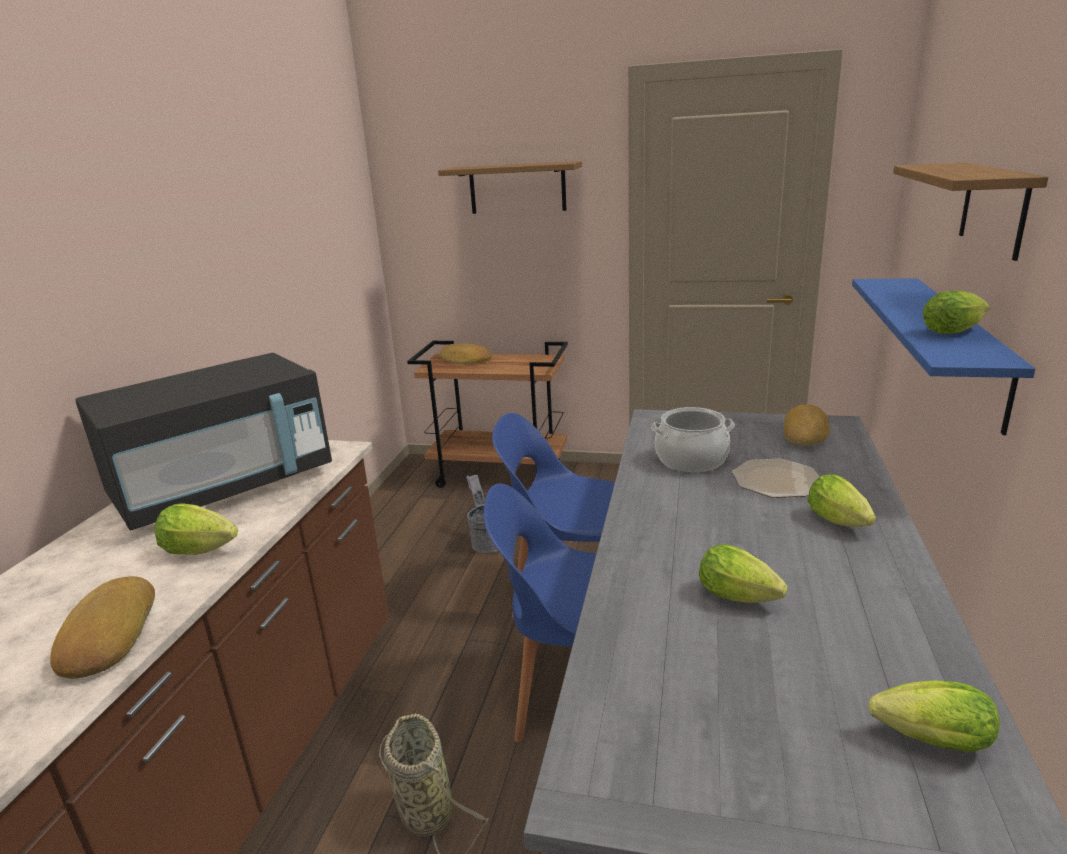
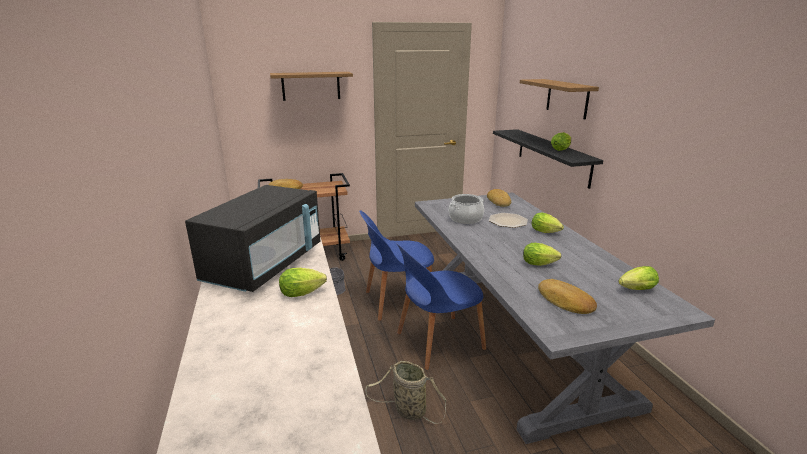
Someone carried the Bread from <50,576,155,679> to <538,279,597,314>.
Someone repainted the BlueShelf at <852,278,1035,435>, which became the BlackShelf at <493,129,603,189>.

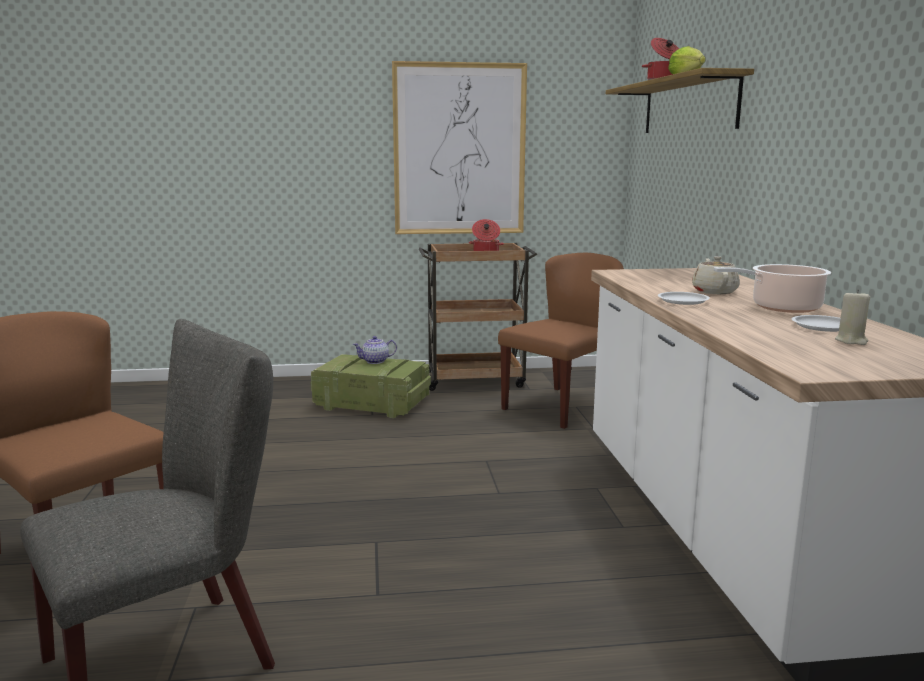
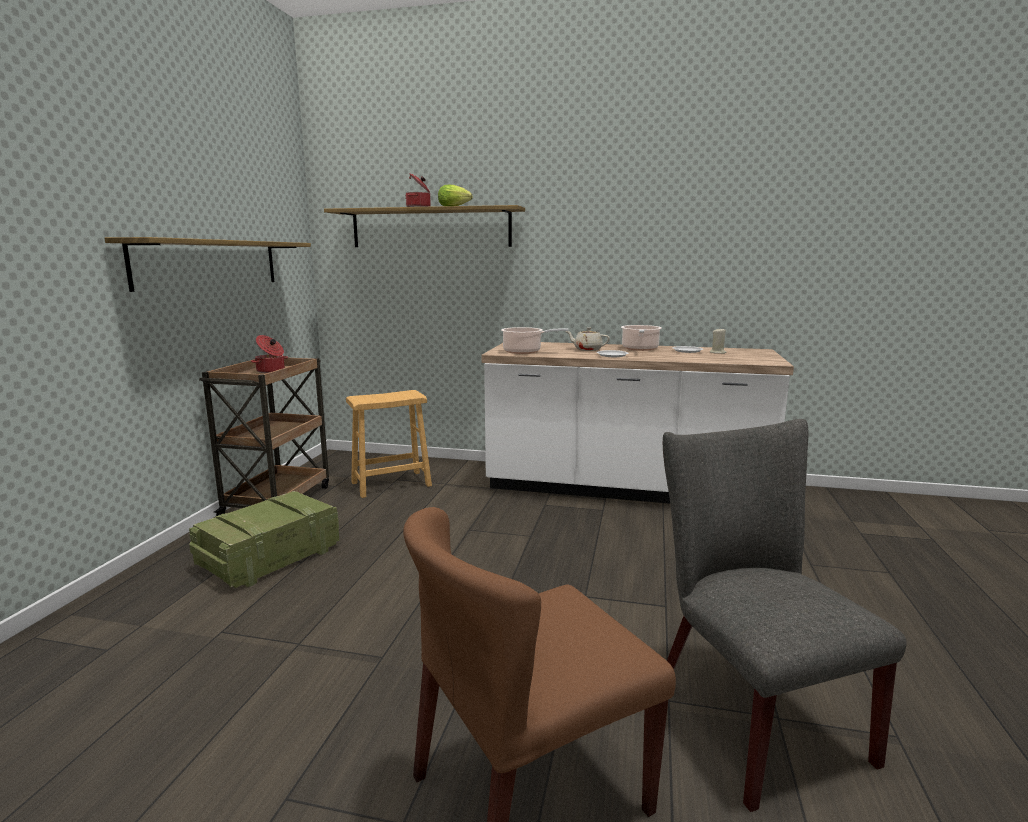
Someone took away the Teapot at <353,336,397,364>.
Someone put down the CookingPot at <501,327,569,354>.
Someone swapped the Picture at <392,61,527,234> for the Shelf at <105,237,311,292>.
Someone swapped the BrownChair at <498,253,624,429> for the BrownStool at <346,390,432,498>.

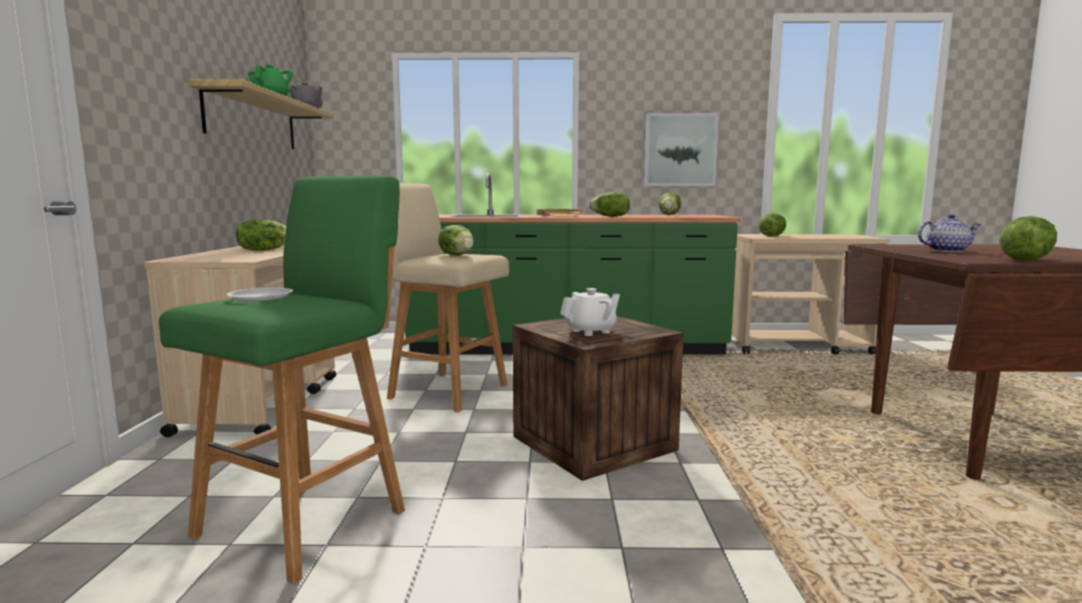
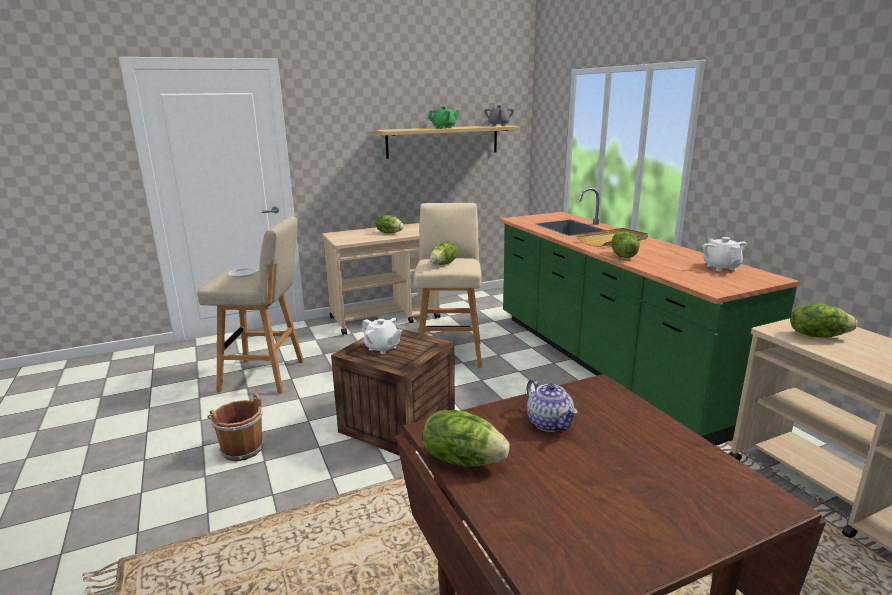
Someone took away the Picture at <644,113,719,186>.
Someone put down the BrownBucket at <207,393,263,461>.
Someone swapped the Lettuce at <659,192,681,215> for the WhiteTeapot at <702,237,747,271>.
Someone repainted the GreenStool at <159,175,405,584>, which became the BeigeStool at <197,217,304,394>.

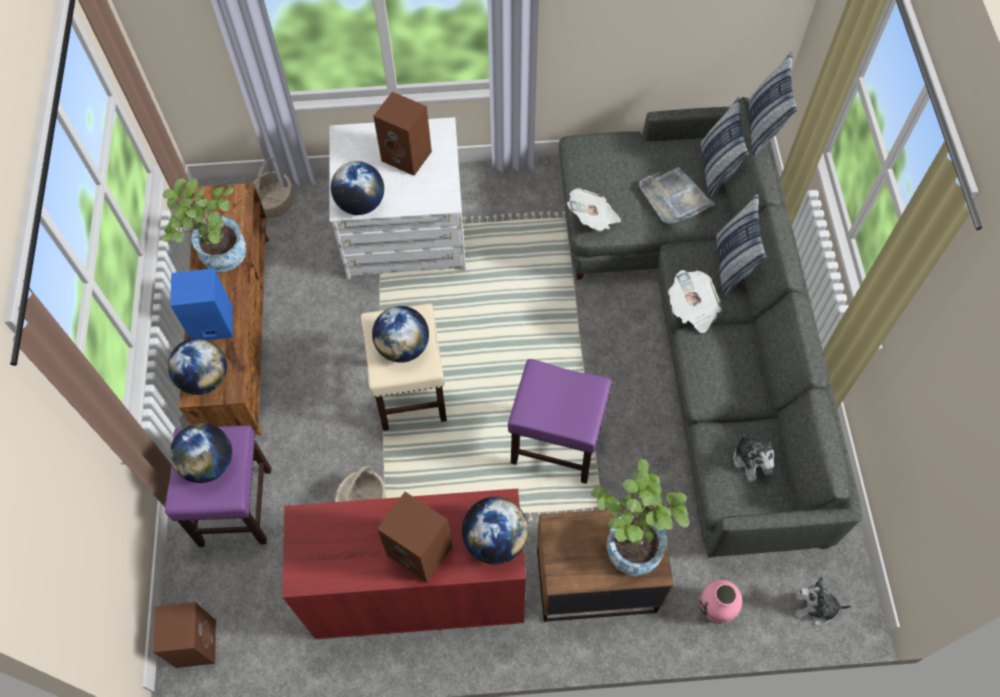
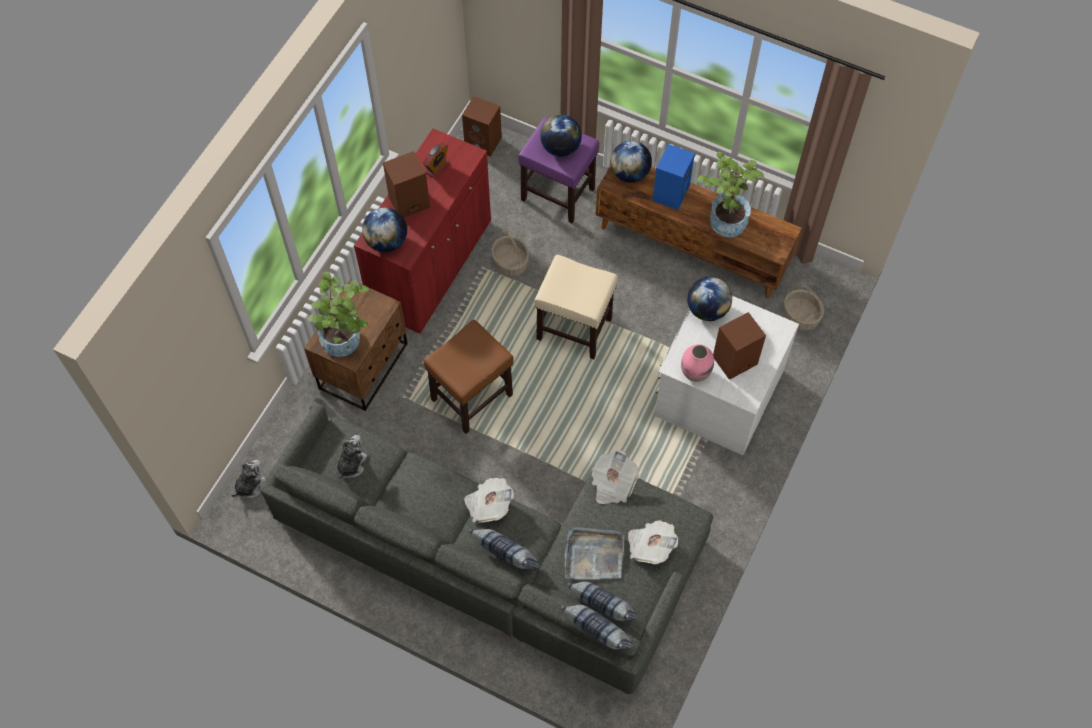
Someone took away the Globe at <372,306,429,363>.
Someone put down the AlarmClock at <423,142,449,178>.
Someone put down the Newspaper at <628,520,678,564>.
Someone carried the PinkVase from <699,580,742,624> to <681,344,714,382>.
Someone repainted the PurpleStool at <508,359,612,484>, which became the BrownStool at <423,320,513,434>.
Someone rotated the PlushToy at <733,427,774,482> by 105 degrees clockwise.

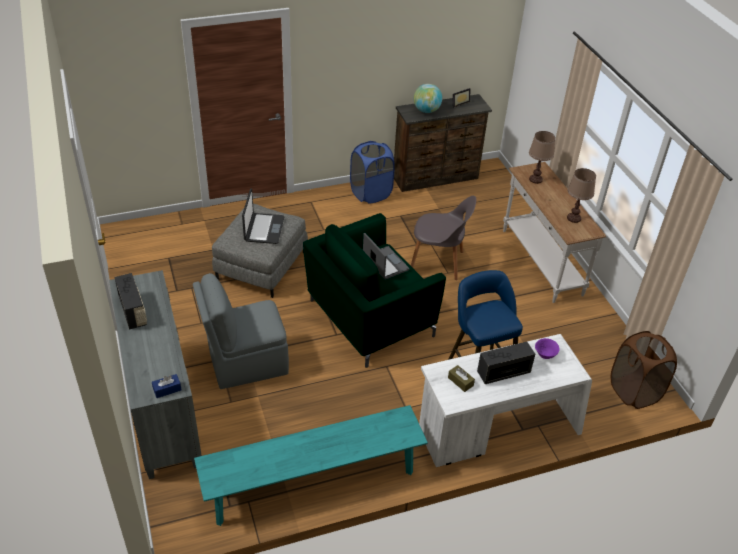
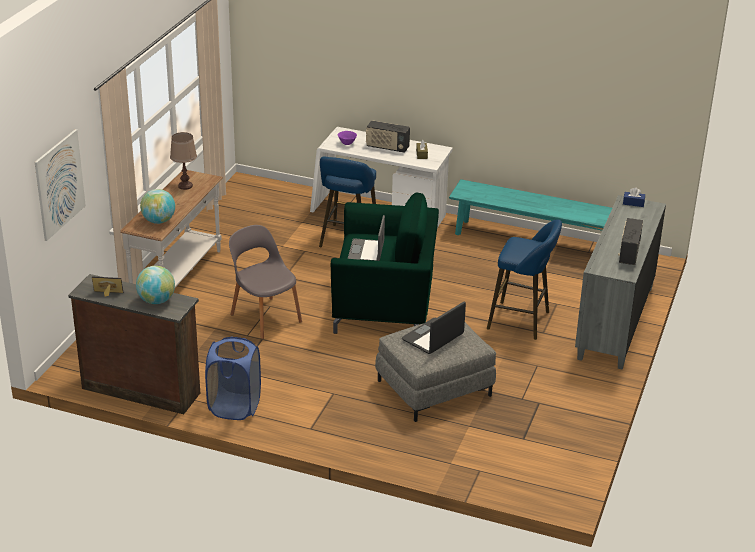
Someone took away the BrownLaundryBasket at <611,331,677,409>.
Someone put up the Picture at <35,129,86,241>.
Someone swapped the GreyChair at <193,273,289,389> for the BlueStool at <487,219,562,340>.
Someone swapped the BrownTableLamp at <529,131,555,184> for the Globe at <140,189,175,224>.

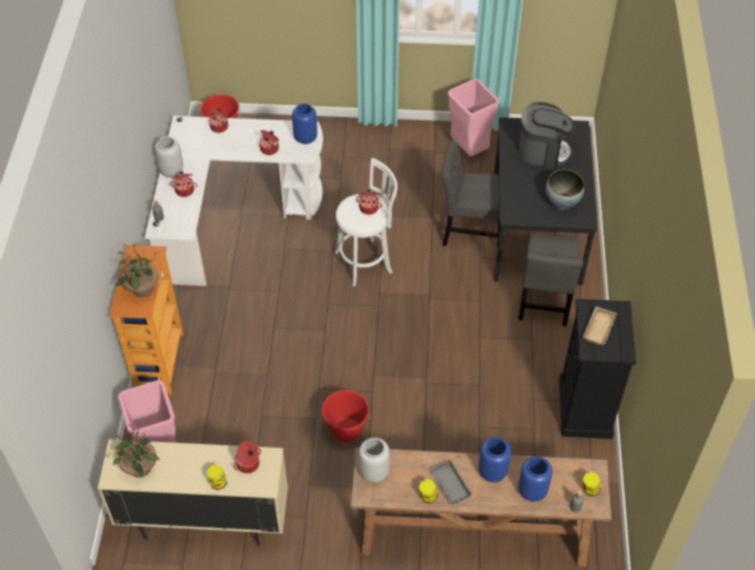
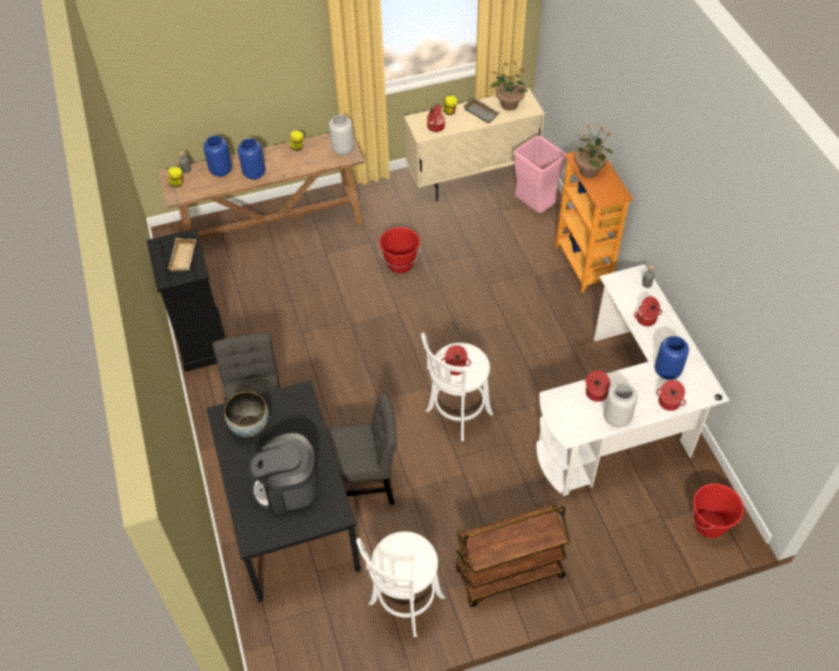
Someone put down the BrownCart at <455,505,570,607>.
Someone carried the GreyVase from <155,137,183,178> to <604,383,637,428>.
Someone carried the BlueVase from <292,104,317,144> to <655,336,689,380>.
Someone carried the GreyTray from <430,459,473,505> to <463,98,500,124>.
Someone swapped the PinkTrashCan at <448,79,500,156> for the WhiteStool at <356,531,445,637>.

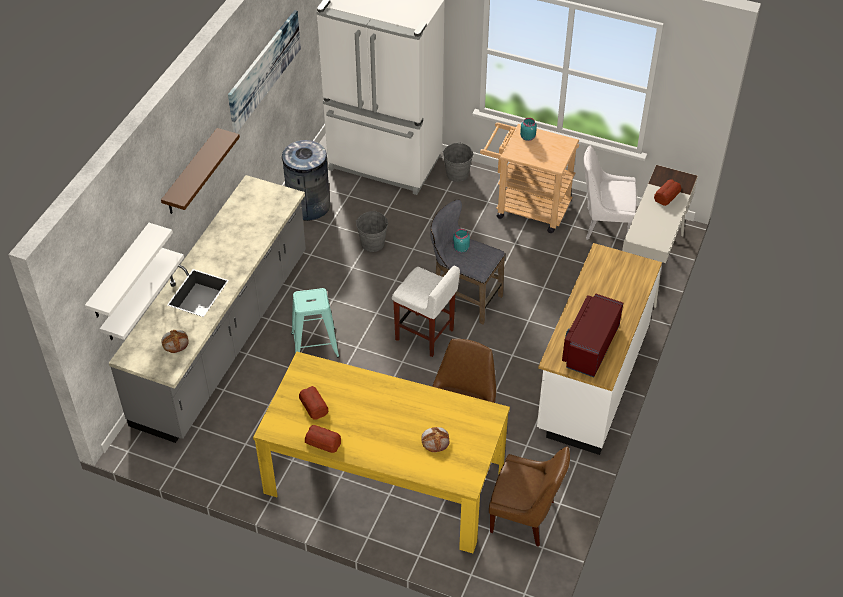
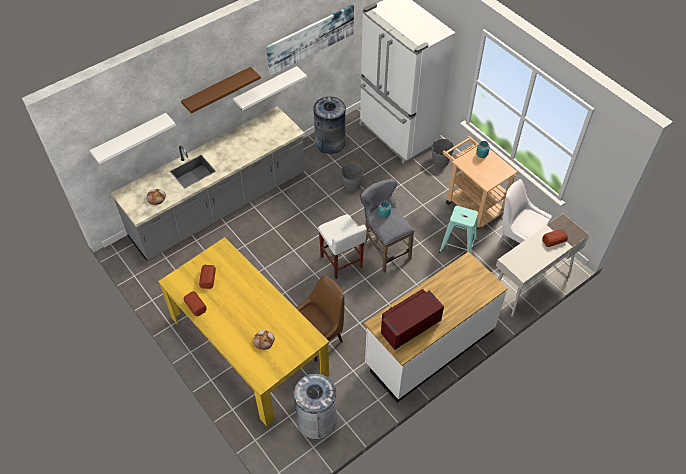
Someone carried the WhiteShelf from <100,248,184,340> to <233,66,307,110>.
Someone carried the TurquoiseStool from <291,288,339,358> to <439,206,478,253>.
Someone swapped the BrownChair at <489,447,570,547> for the GreyTrashCan at <294,373,338,439>.

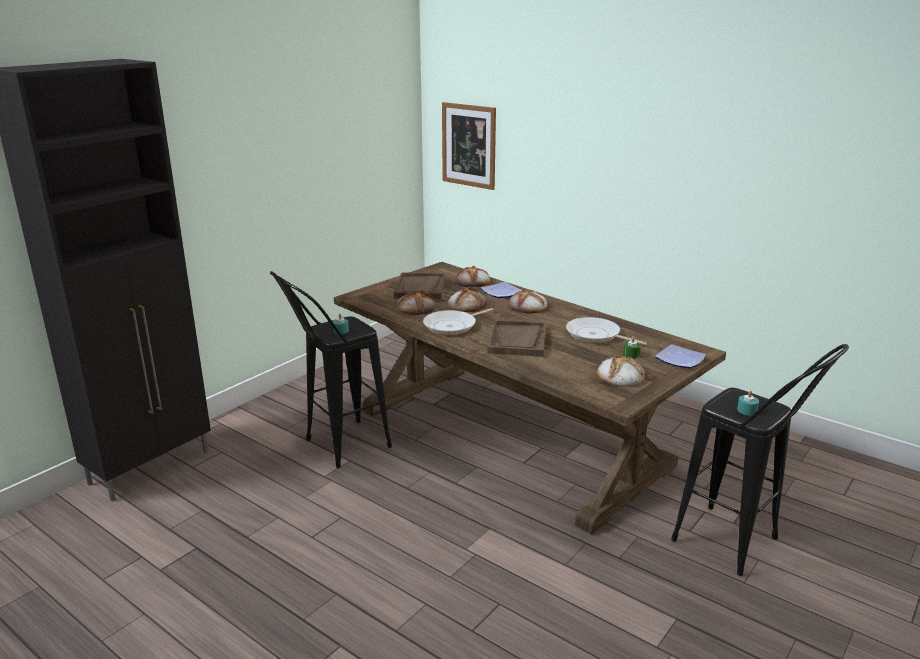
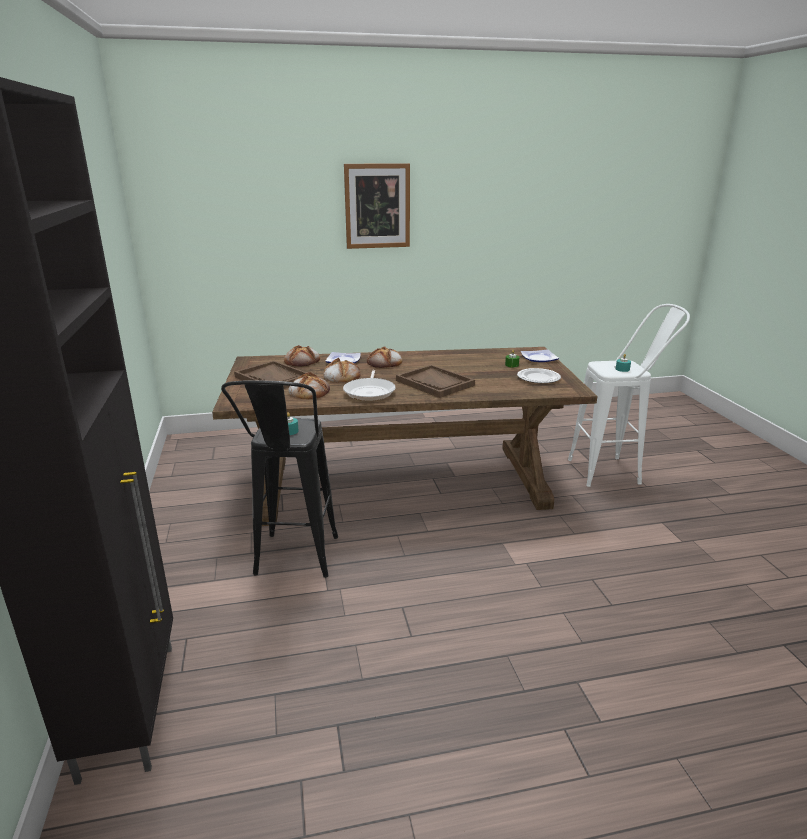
Someone took away the FryingPan at <566,317,647,345>.
Someone carried the Picture from <442,102,496,190> to <344,163,410,249>.
Someone swapped the Bread at <597,356,645,387> for the Plate at <517,368,561,383>.
Someone repainted the BlackStool at <671,344,849,576>, which became the WhiteStool at <568,304,690,487>.

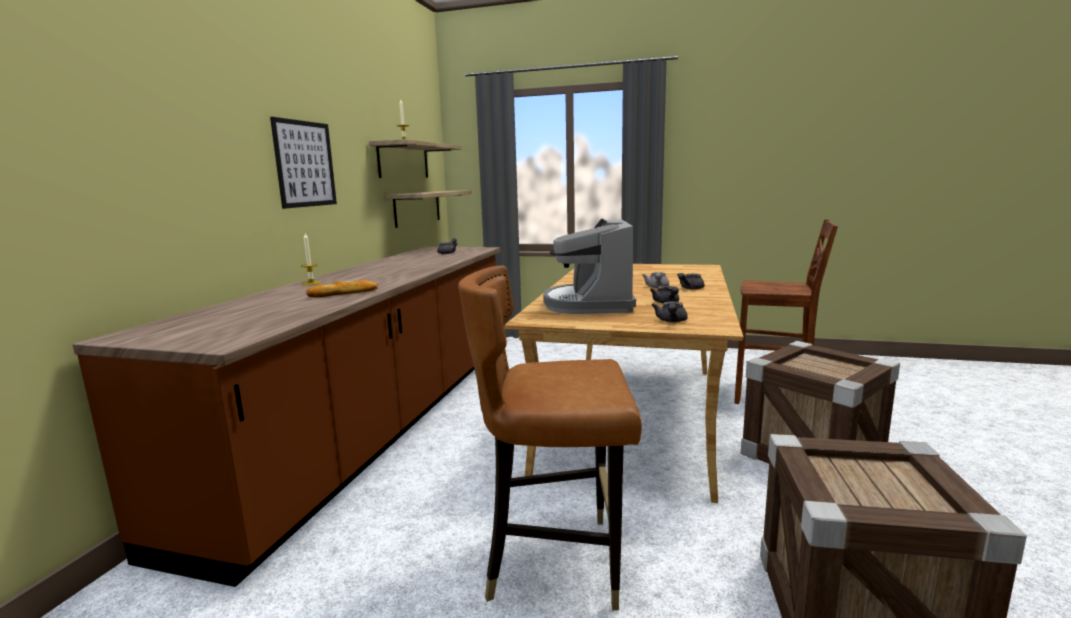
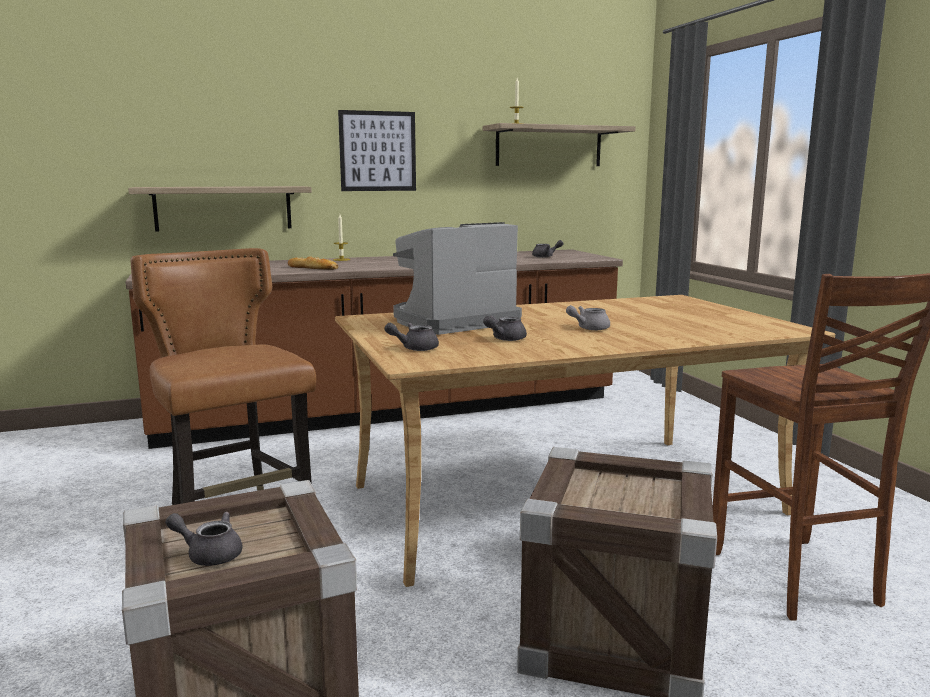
Someone carried the Shelf from <386,190,472,228> to <128,186,312,232>.
Someone carried the GreyTeapot from <677,273,705,290> to <165,512,242,566>.

